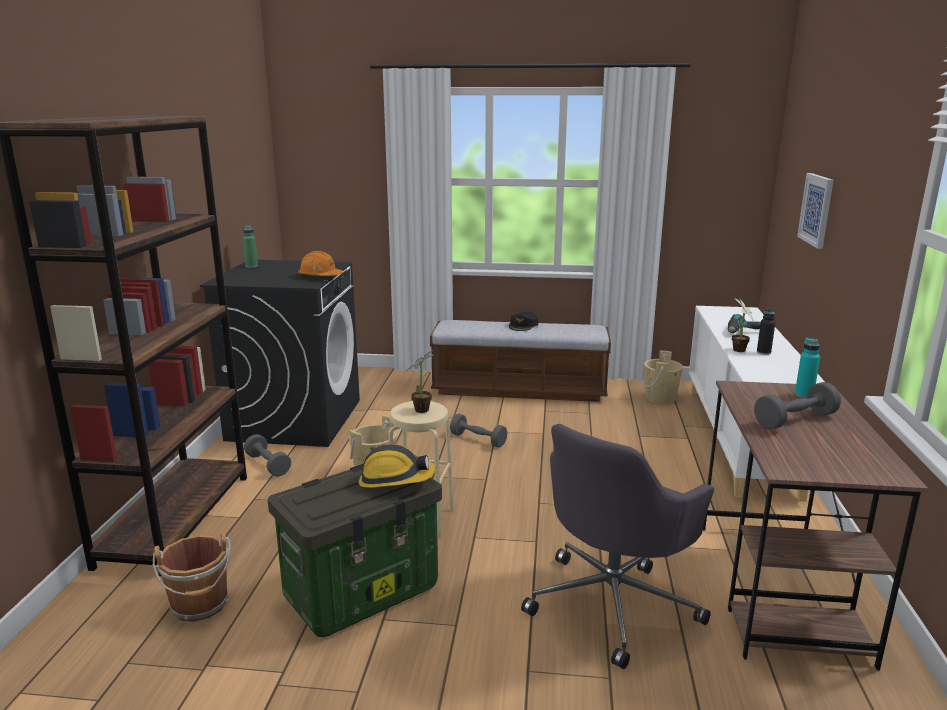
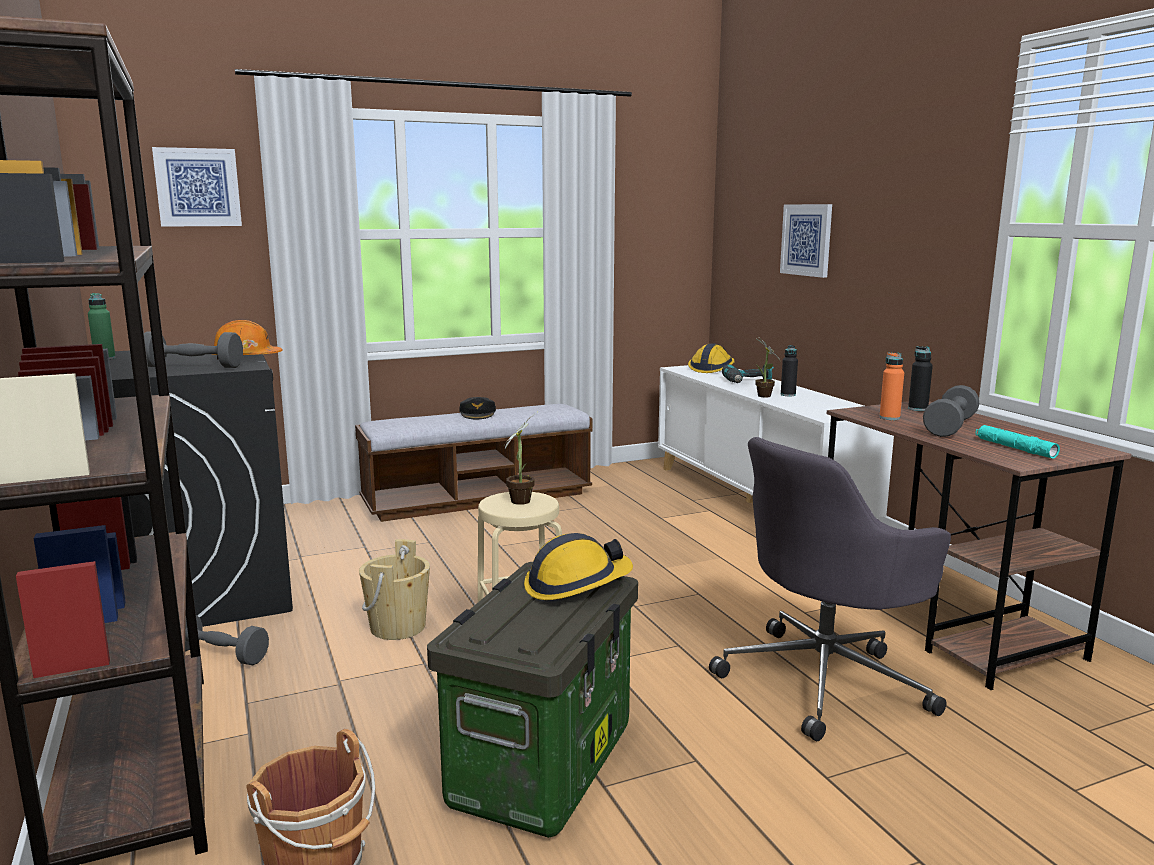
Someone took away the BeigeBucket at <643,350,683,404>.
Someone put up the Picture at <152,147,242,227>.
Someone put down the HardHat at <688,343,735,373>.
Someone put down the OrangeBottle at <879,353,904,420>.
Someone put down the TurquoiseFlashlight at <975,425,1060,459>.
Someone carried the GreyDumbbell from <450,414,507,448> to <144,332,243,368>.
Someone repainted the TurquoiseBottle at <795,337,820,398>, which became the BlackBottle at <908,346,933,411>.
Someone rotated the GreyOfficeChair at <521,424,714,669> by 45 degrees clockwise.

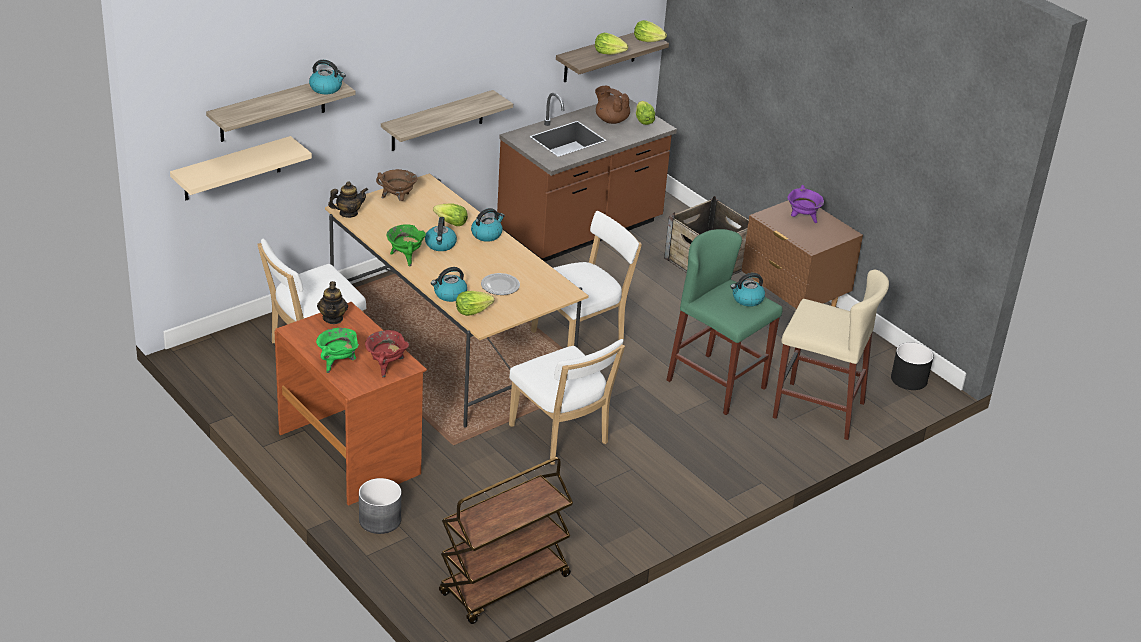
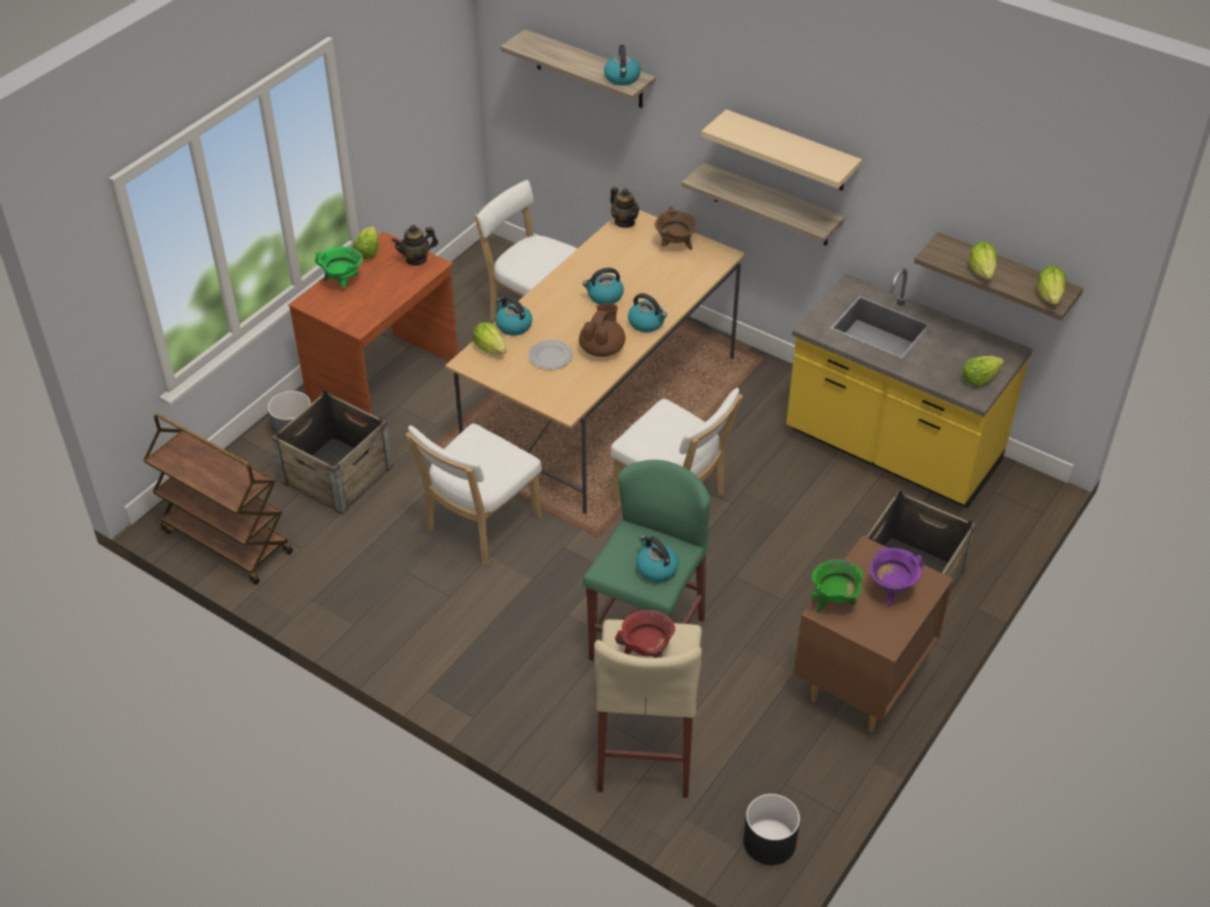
Someone put down the Crate at <272,390,393,515>.
Someone carried the BeigeShelf from <170,136,312,200> to <701,109,862,191>.
Someone carried the RedCookingPot from <365,330,409,378> to <615,610,675,658>.
Someone carried the GreenCookingPot from <387,224,426,266> to <812,559,863,613>.
Someone carried the Lettuce from <433,204,468,226> to <353,226,379,259>.
Someone carried the BrownTeapot from <595,86,630,124> to <579,303,625,357>.
Someone repainted the BrownCounter at <497,93,677,262>, which became the YellowCounter at <786,268,1033,509>.

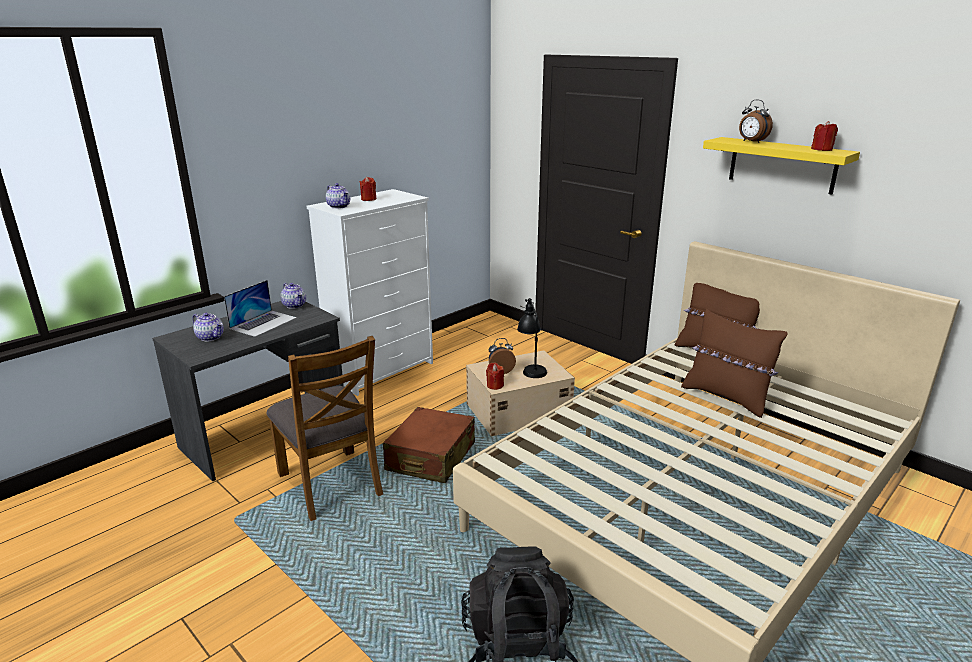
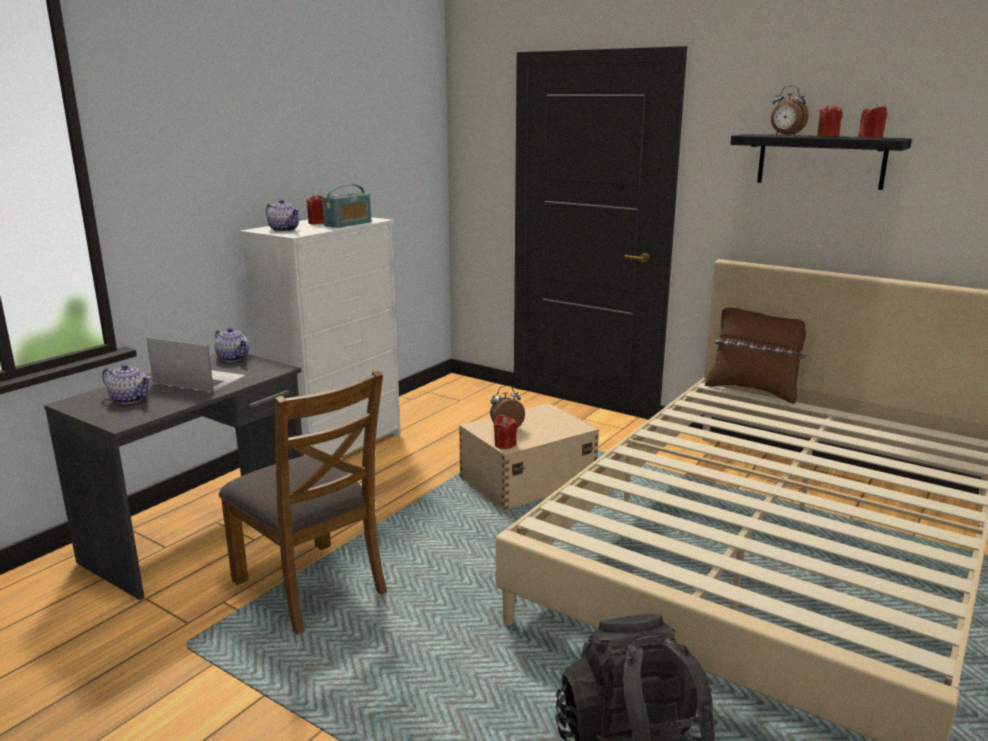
Someone took away the BrownSuitcase at <383,407,475,483>.
Someone took away the BlackTableLamp at <517,298,547,378>.
Someone took away the BrownPillow at <681,309,788,418>.
Someone put down the Radio at <322,184,371,228>.
Someone put down the RedCandle at <817,104,843,137>.
Someone repainted the YellowShelf at <703,137,860,194>, which became the BlackShelf at <730,134,912,190>.
Someone rotated the Laptop at <224,280,297,337> by 90 degrees counterclockwise.

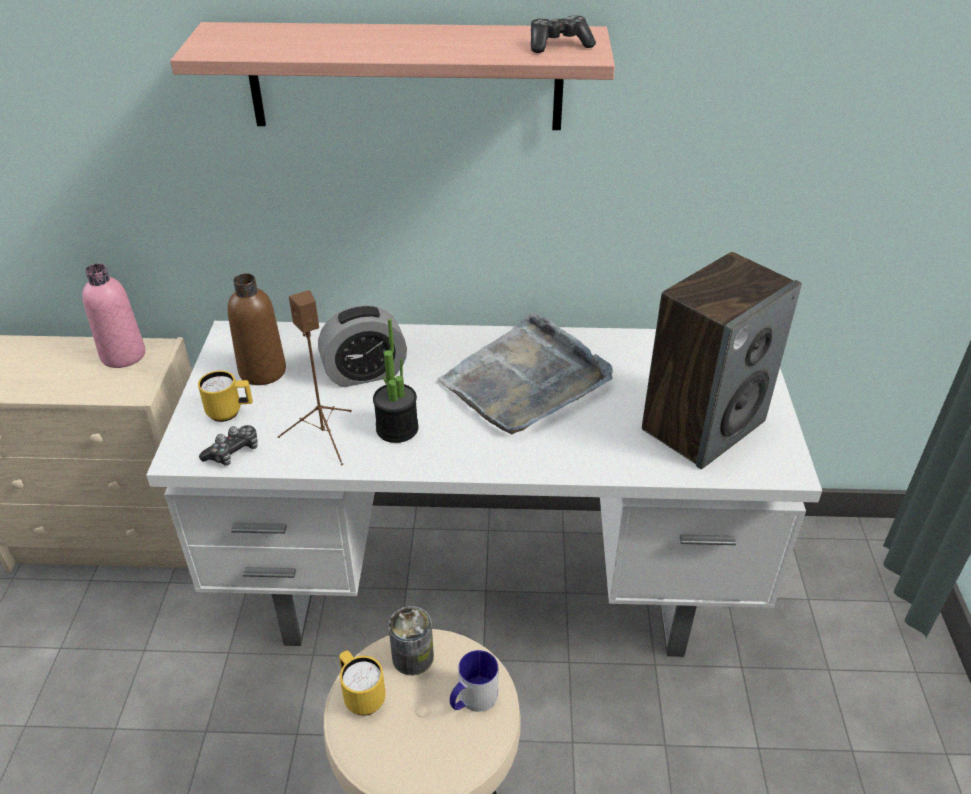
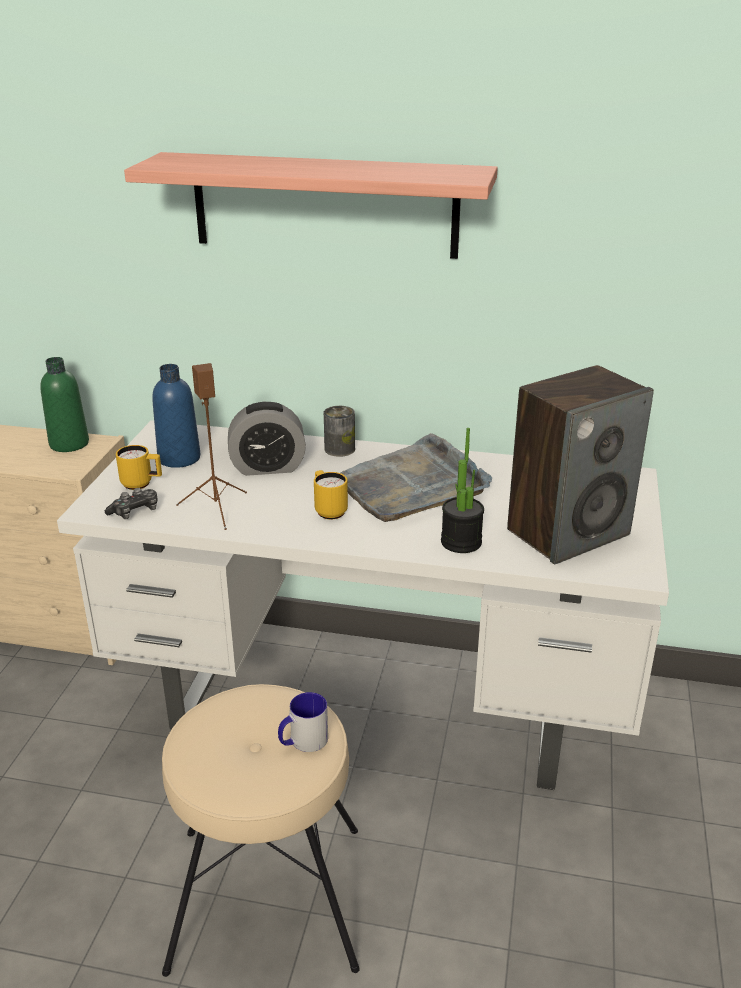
Someone took away the GameController at <531,15,596,53>.
Someone carried the YellowMug from <339,650,386,716> to <314,470,348,520>.
Someone carried the PottedPlant from <373,319,419,443> to <441,428,484,553>.
Someone carried the Can from <388,606,434,675> to <324,406,355,457>.
Someone repainted the PinkBottle at <82,264,145,368>, which became the GreenBottle at <40,357,89,452>.
Someone repainted the BrownBottle at <227,274,286,385>, which became the BlueBottle at <152,364,201,468>.

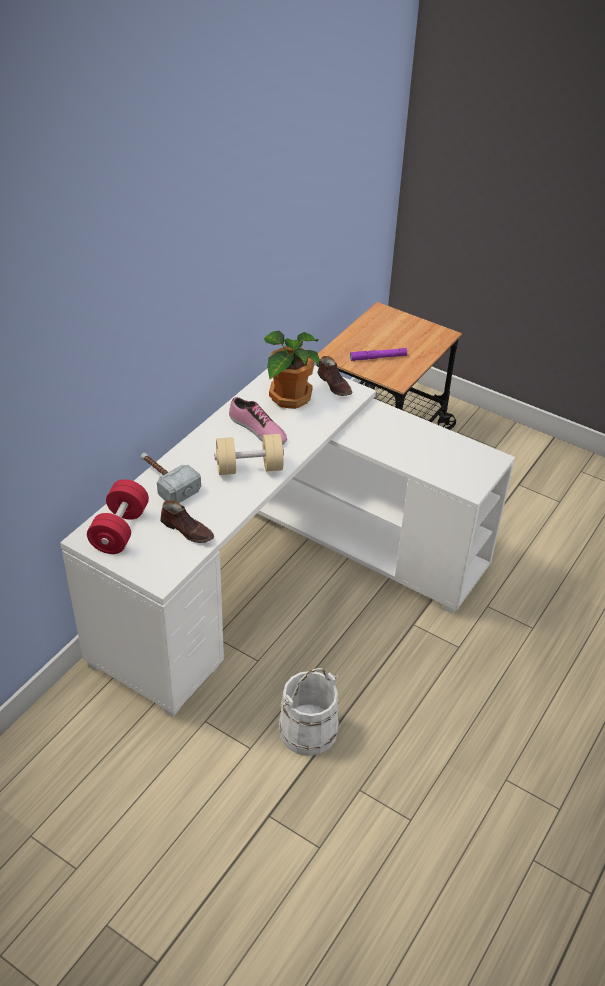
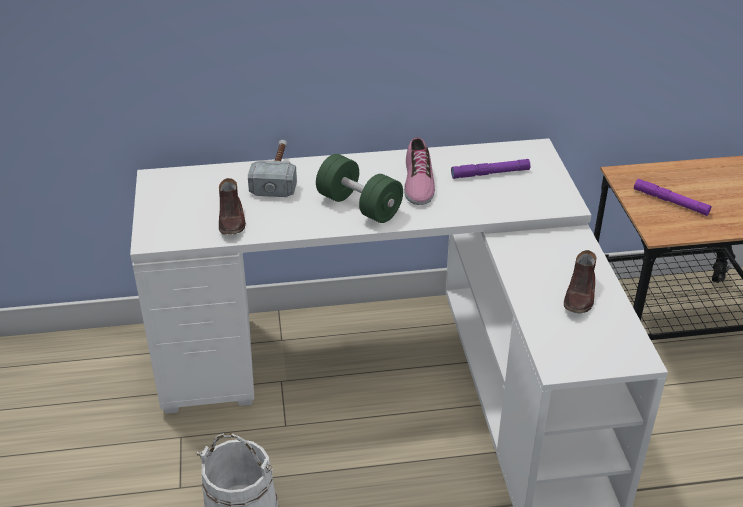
Someone took away the RedDumbbell at <87,479,149,554>.
Someone carried the BrownShoe from <318,356,352,396> to <564,250,597,313>.
Someone swapped the PottedPlant at <264,331,320,409> for the PurpleFlashlight at <451,159,530,179>.
Someone repainted the BeigeDumbbell at <215,434,284,475>, which became the GreenDumbbell at <316,154,403,223>.

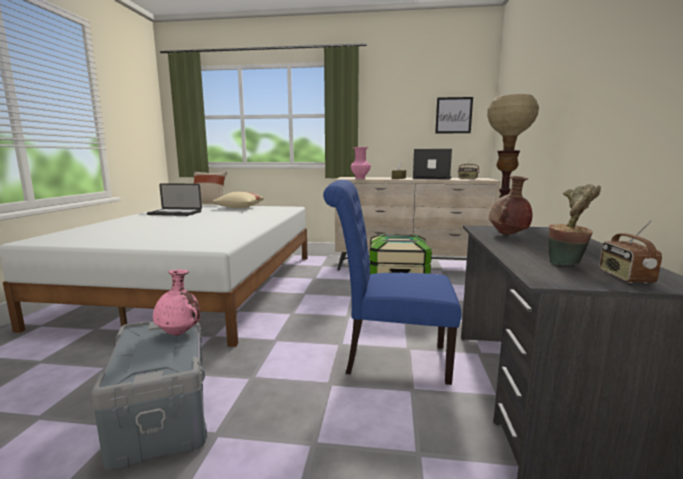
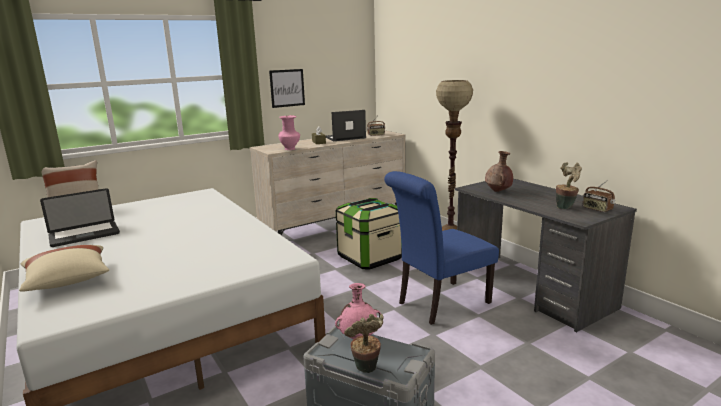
Someone put down the PottedPlant at <344,314,384,373>.
Someone carried the BeigePillow from <212,191,264,208> to <19,245,109,292>.
Someone carried the Picture from <435,97,473,133> to <269,69,305,108>.

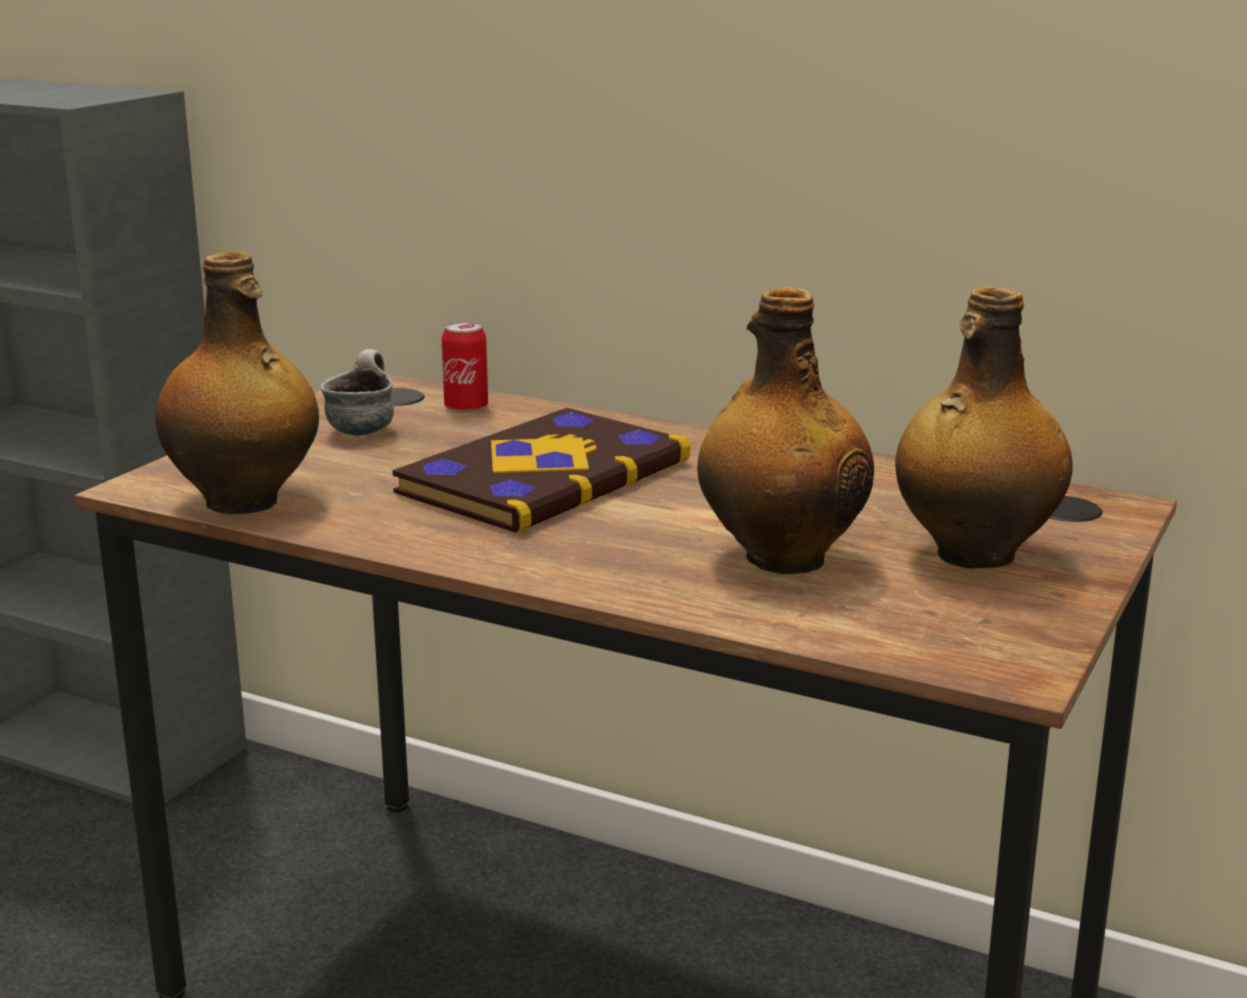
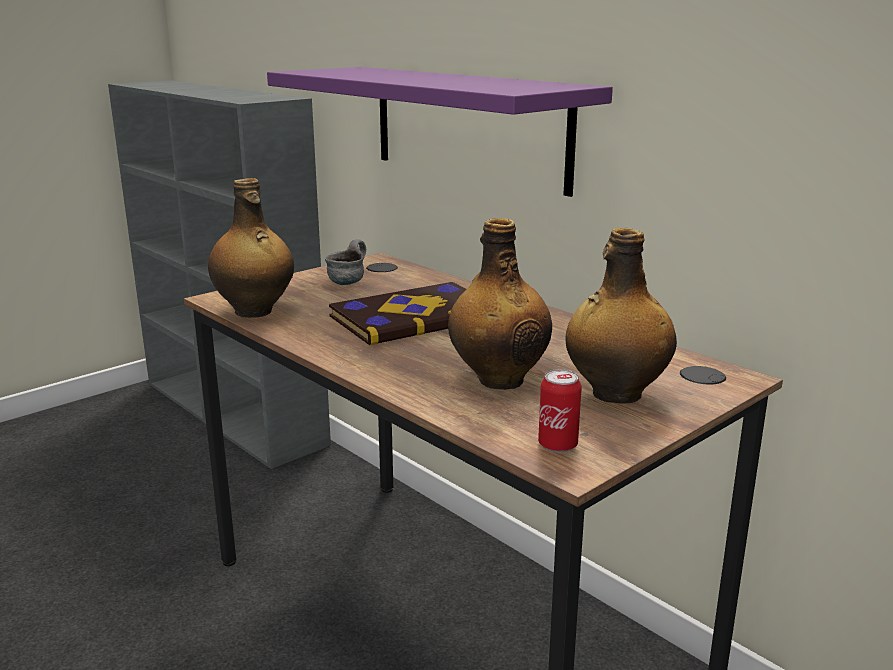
Someone put up the PurpleShelf at <267,67,613,197>.
Someone carried the Can from <442,321,488,413> to <538,369,582,453>.

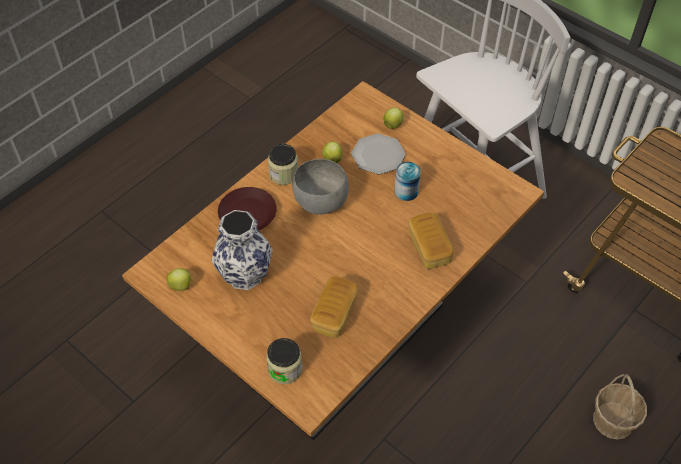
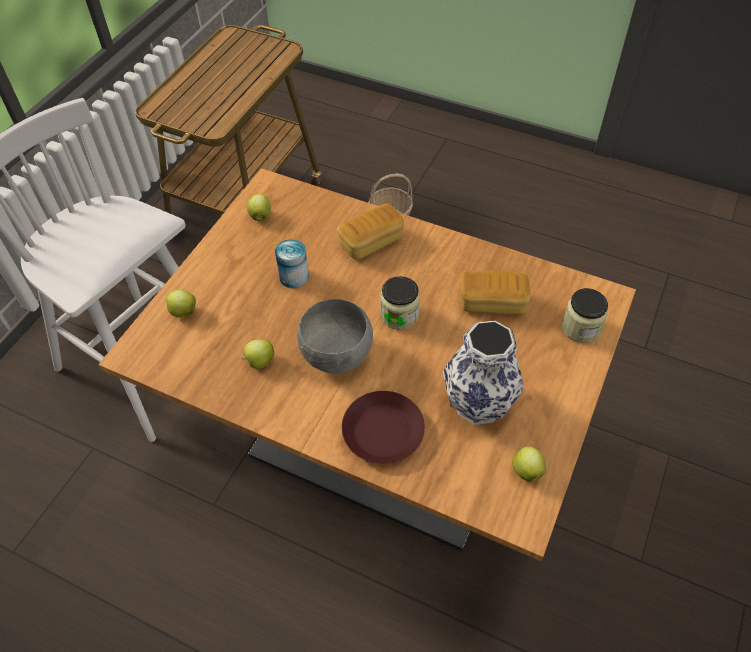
Someone took away the Plate at <351,134,406,174>.
Someone put down the Apple at <247,194,271,221>.
Someone carried the Jar from <268,144,298,185> to <380,276,420,330>.

